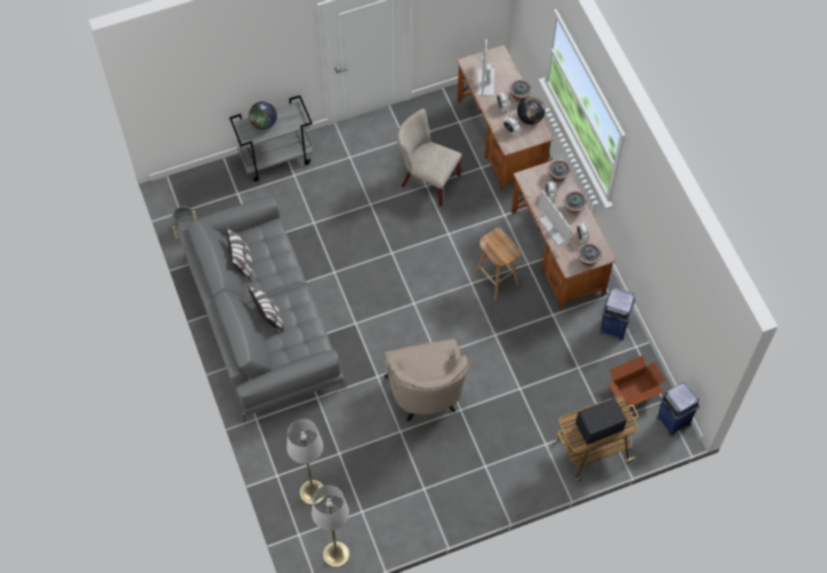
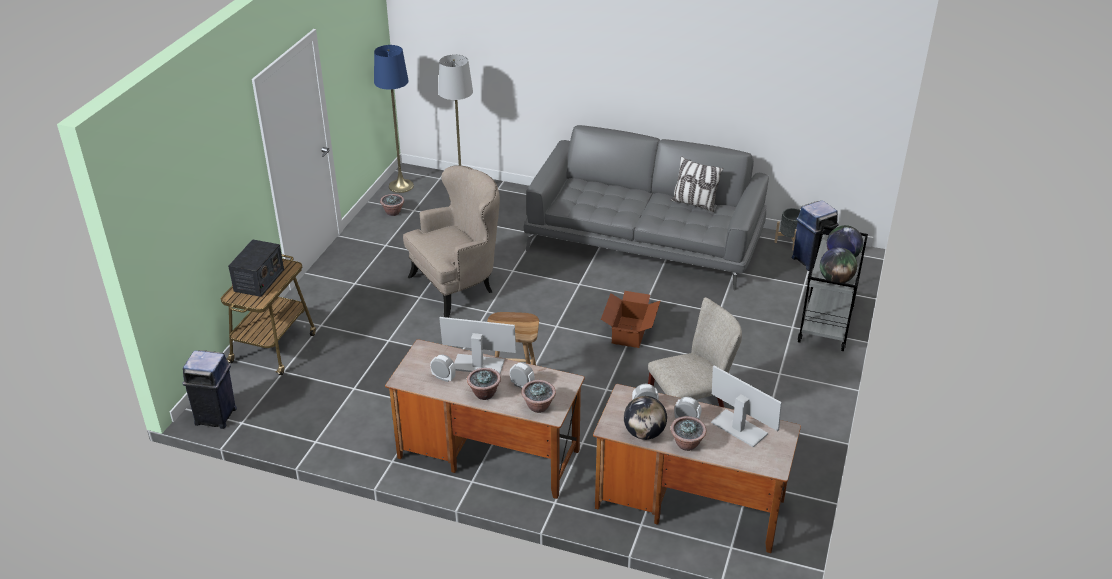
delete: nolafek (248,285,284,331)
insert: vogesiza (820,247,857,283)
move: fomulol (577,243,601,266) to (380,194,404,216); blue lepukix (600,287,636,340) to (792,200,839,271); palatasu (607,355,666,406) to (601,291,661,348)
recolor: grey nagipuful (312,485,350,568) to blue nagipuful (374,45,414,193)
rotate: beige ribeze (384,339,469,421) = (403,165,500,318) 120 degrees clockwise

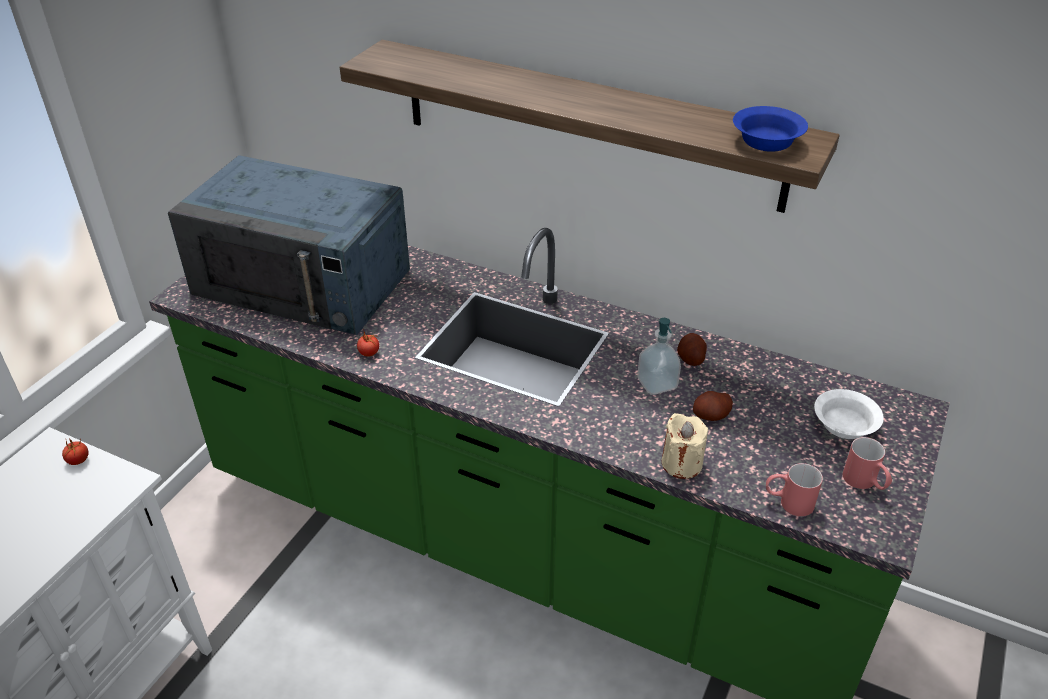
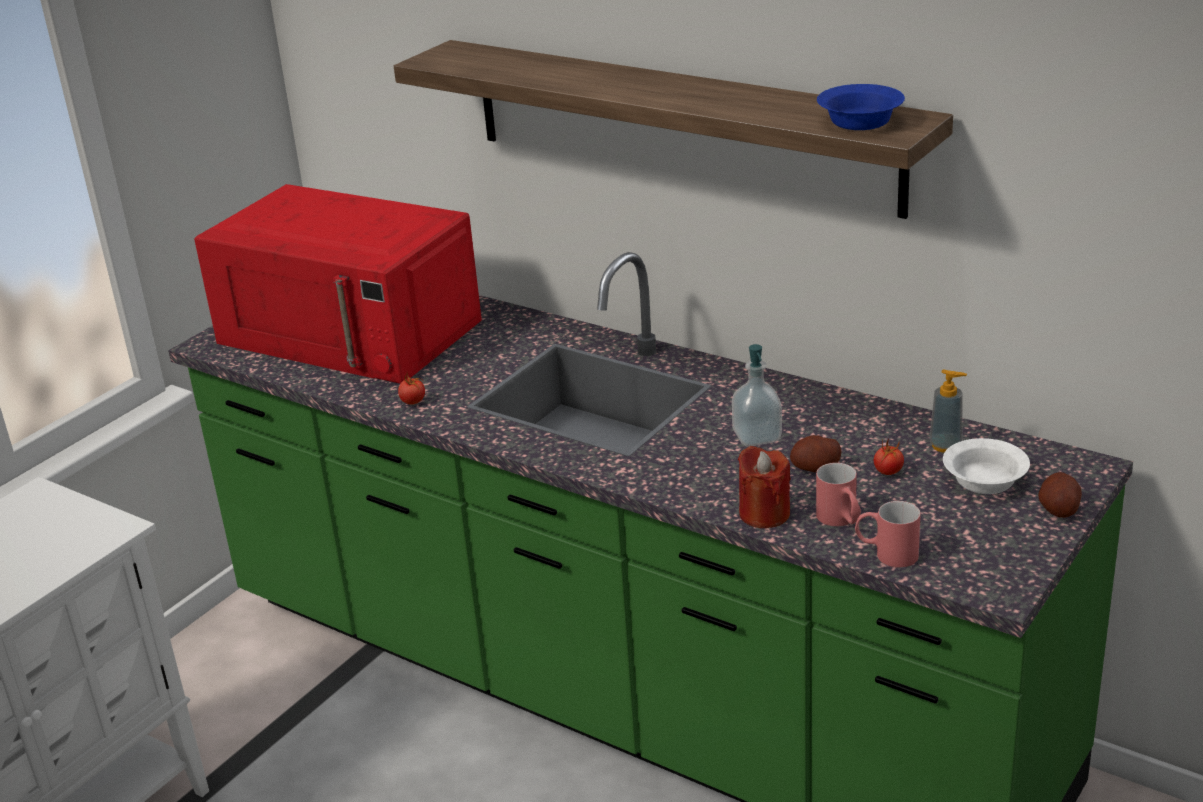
insert: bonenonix (929,370,967,453)
move: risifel (677,333,707,366) to (1038,472,1082,518); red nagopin (843,437,892,490) to (816,463,861,526); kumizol (62,439,89,465) to (874,438,904,475)
recolor: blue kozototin (168,155,410,335) to red kozototin (194,184,482,384); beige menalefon (662,413,708,479) to red menalefon (738,446,791,528)

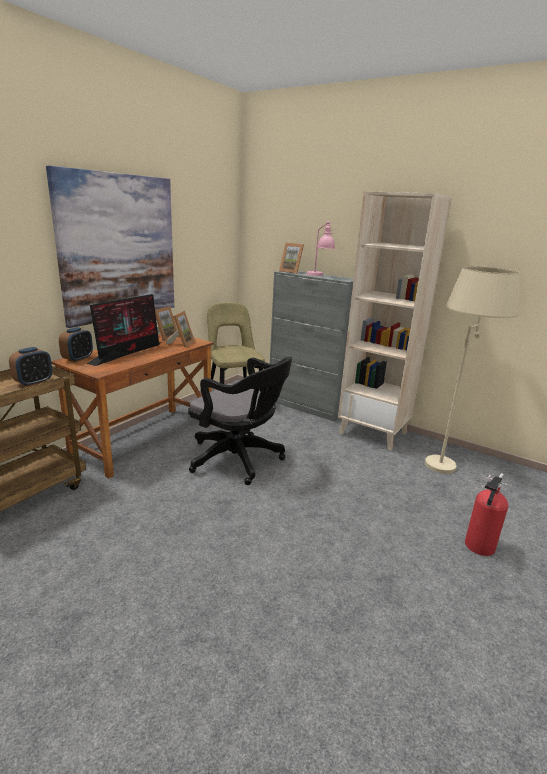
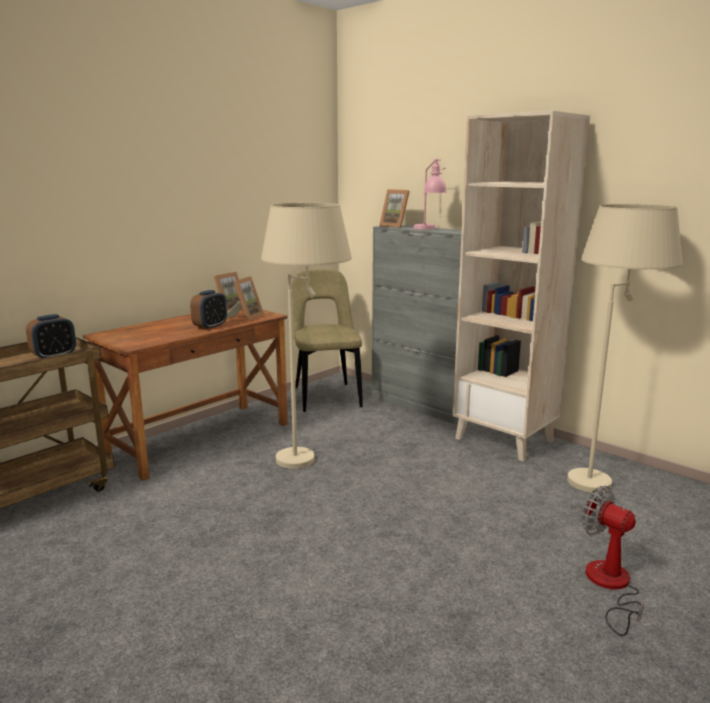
delete: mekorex (46,166,174,328); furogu (87,294,161,366)
move: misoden (59,327,93,362) to (190,290,227,330)
replace: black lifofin (188,357,292,485) to beige nagipuful (261,203,352,469); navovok (465,473,508,556) to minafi (582,486,645,636)

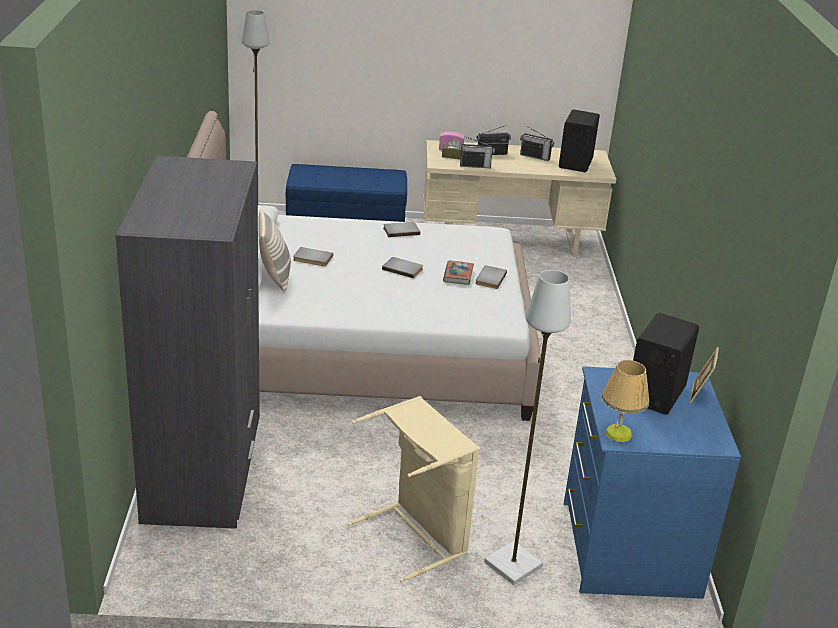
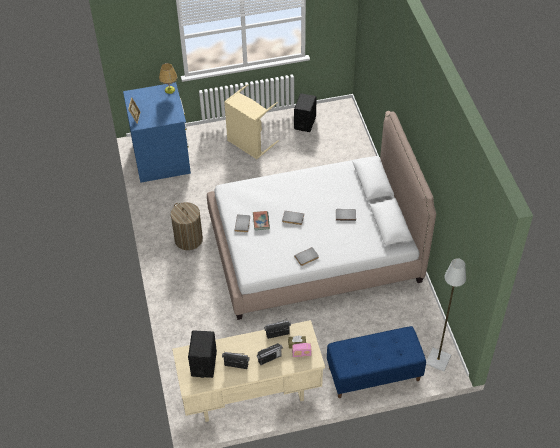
delete: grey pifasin (116,156,260,529); nolafek (258,208,291,293); grey nagipuful (484,270,571,585)
insert: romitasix (171,202,203,250)
move: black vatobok (633,313,699,415) to (294,93,316,132)

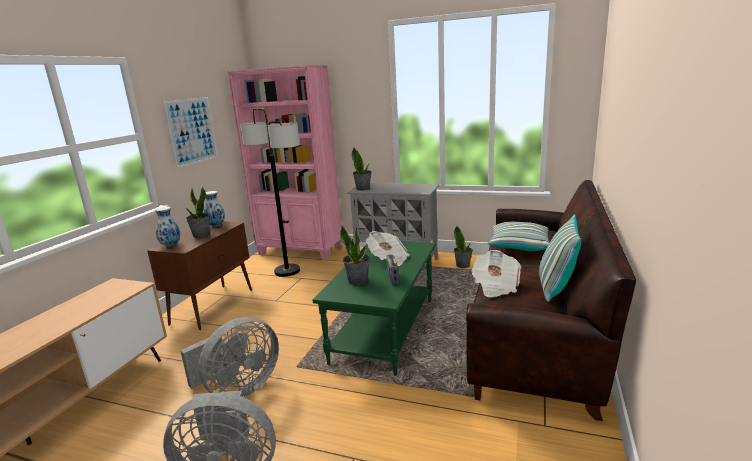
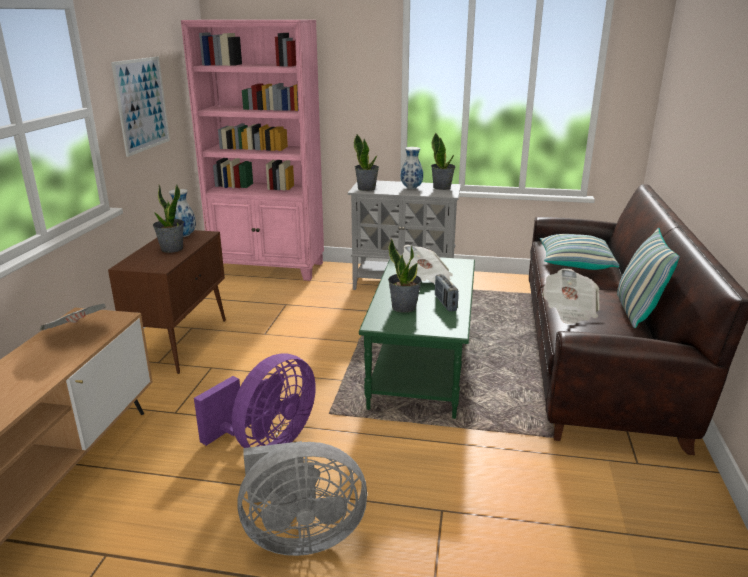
delete: nagipuful (240,108,300,277)
insert: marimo (40,304,106,330)
move: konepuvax (155,207,180,246) to (401,147,423,189); fomulol (454,226,473,268) to (431,133,456,190)
recolor: grey minafi (180,317,279,397) to purple minafi (194,354,316,448)

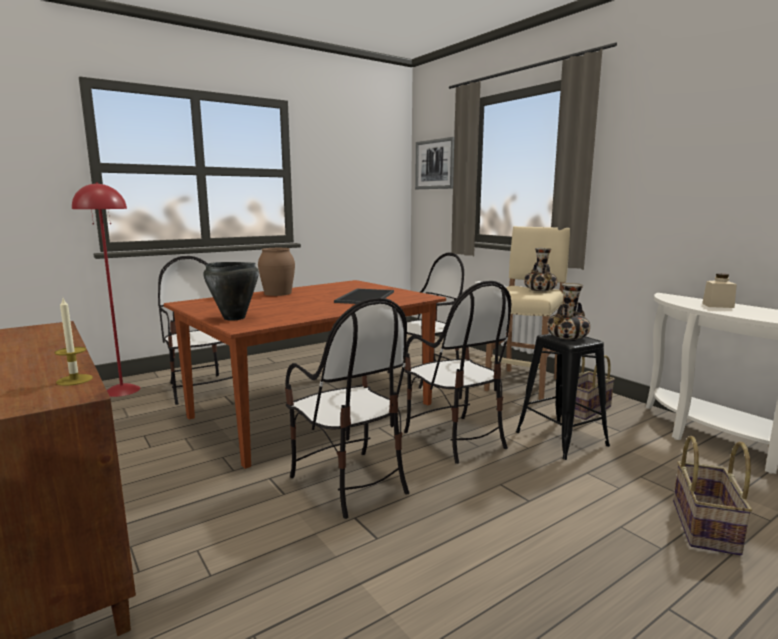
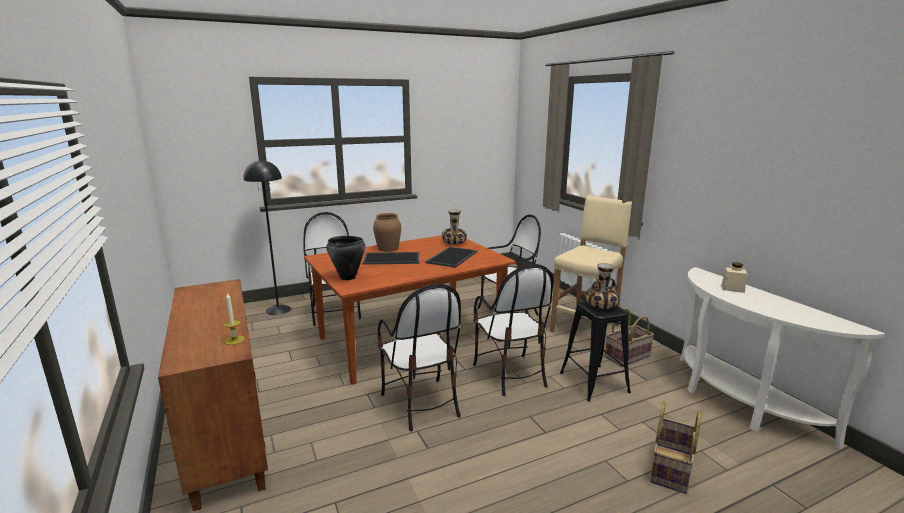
delete: mekorex (415,137,454,189)
insert: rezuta (363,252,419,265)
move: konepuvax (524,248,557,291) to (442,210,467,245)
recolor: red nagipuful (72,182,140,397) to black nagipuful (243,160,291,315)

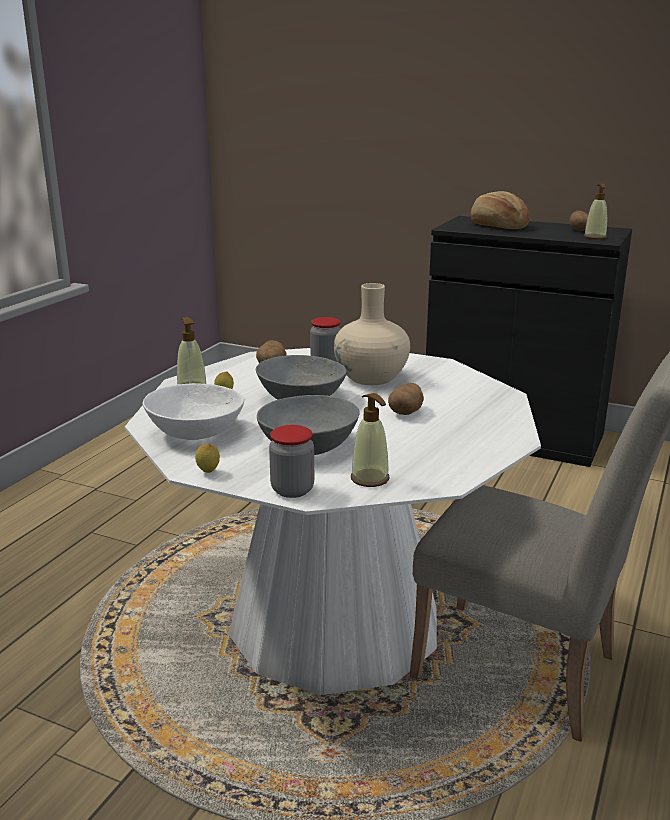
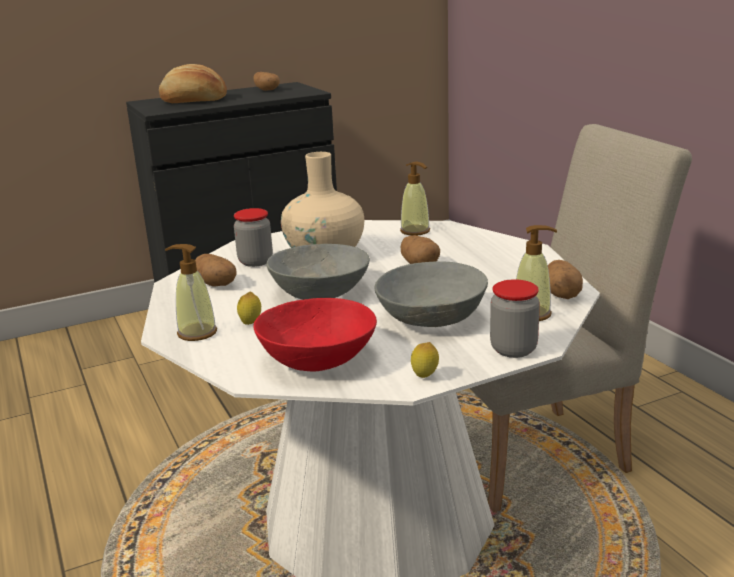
insert: risifel (548,260,583,299)
move: bonenonix (584,184,607,239) to (400,162,430,236)
recolor: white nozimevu (143,383,244,440) to red nozimevu (253,298,377,371)

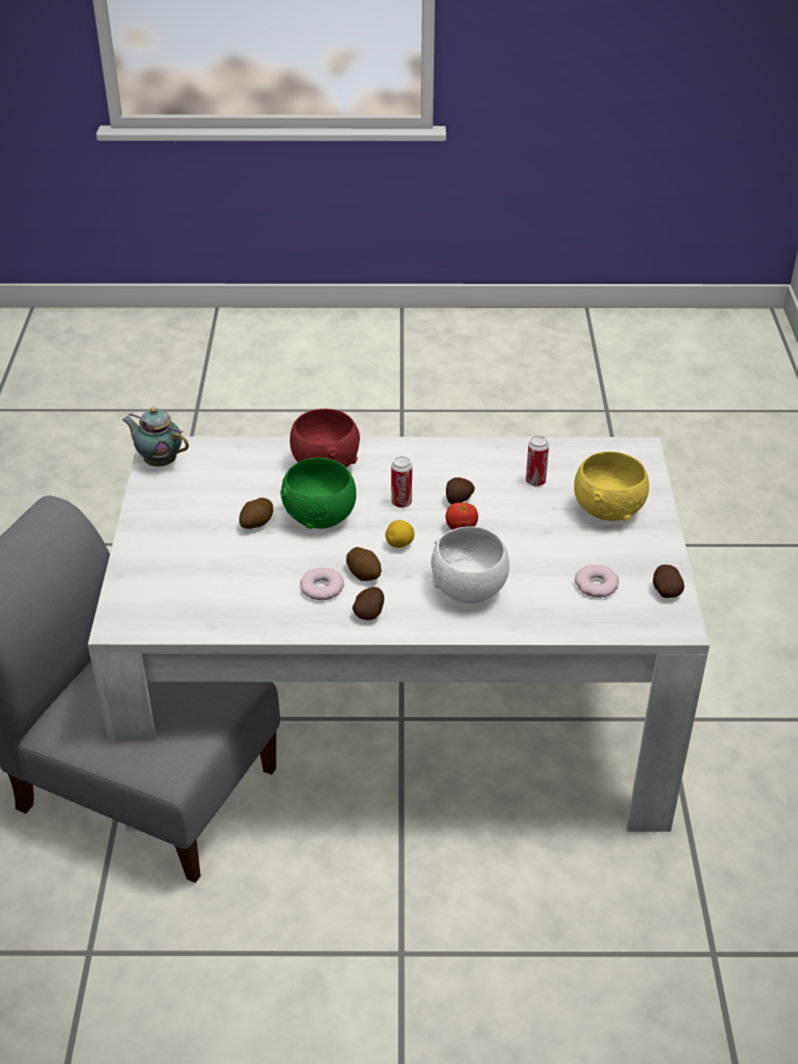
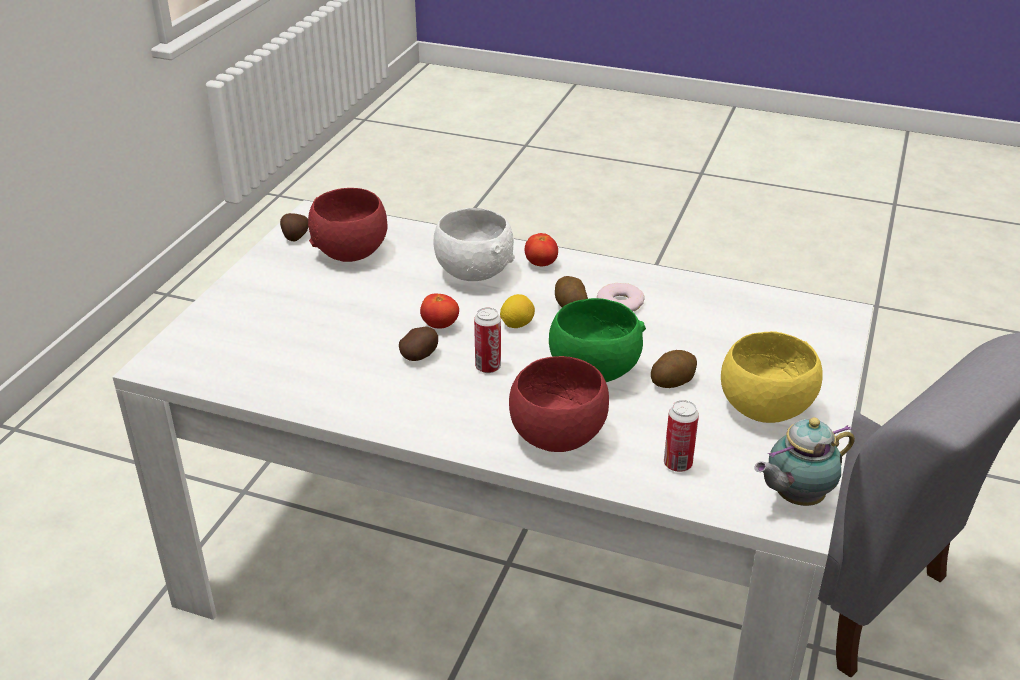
delete: risifel (352,587,384,620)
insert: kumizol (525,233,558,266)
move: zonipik (526,436,549,486) to (664,400,699,472); yellow nozimevu (574,451,649,521) to (721,331,823,423)
replace: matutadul (575,565,619,597) to red nozimevu (308,188,388,262)
rotate: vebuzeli (122,407,189,466) = (755,418,855,506) 105 degrees clockwise

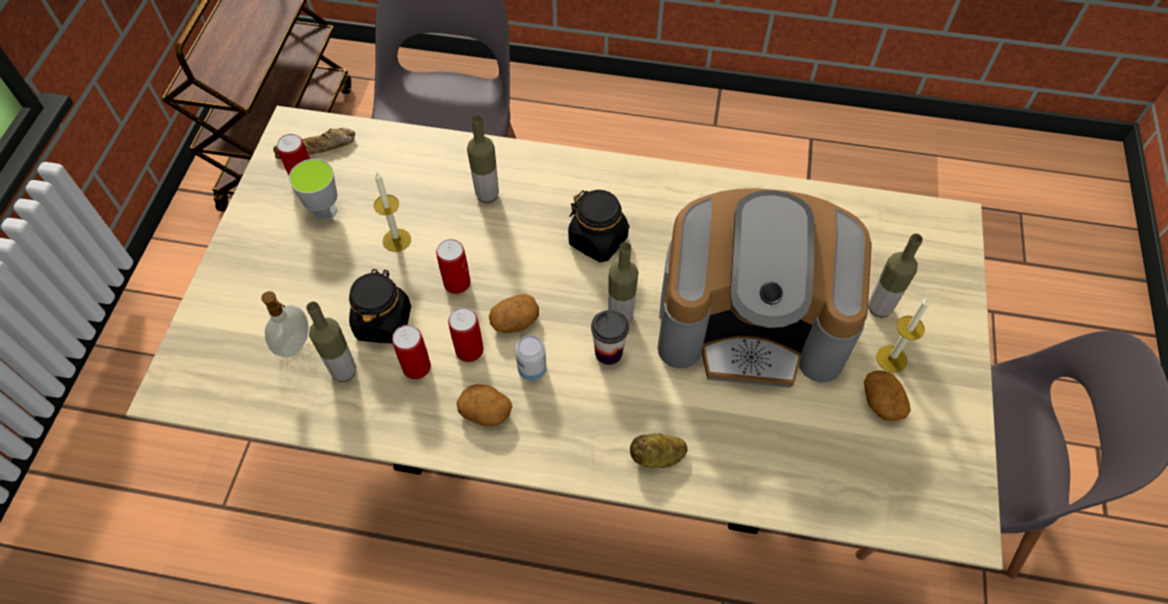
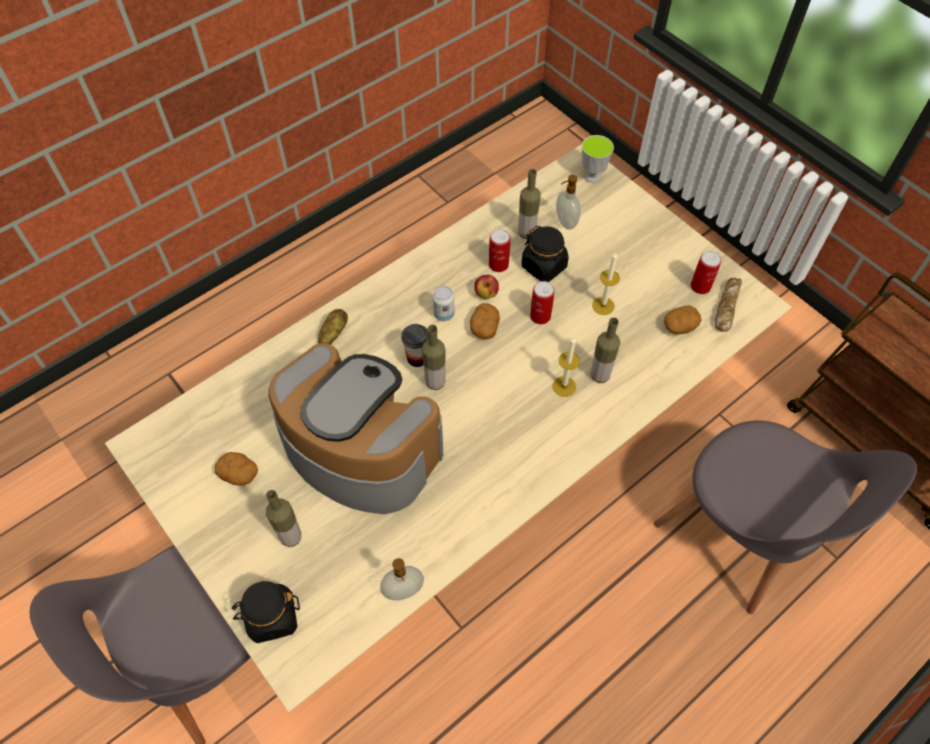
insert: bonenonix (380,558,424,600)
move: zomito (289,159,338,221) to (582,135,614,183); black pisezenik (568,190,630,262) to (232,581,300,643); menalefon (876,298,930,373) to (553,337,580,397); risifel (457,384,512,426) to (664,305,701,334)
replace: zonipik (448,307,483,362) to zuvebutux (474,275,499,299)
rotate: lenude (658,188,872,388) = (269,343,443,514) 75 degrees clockwise

